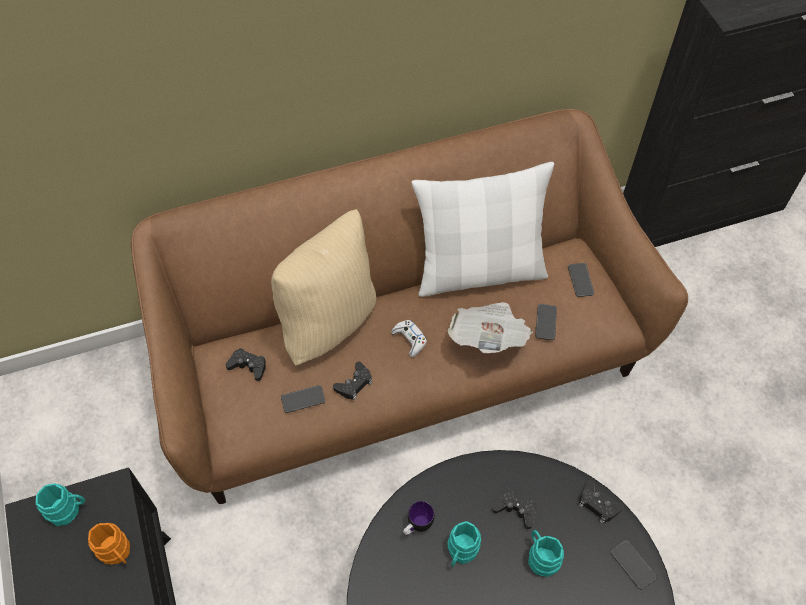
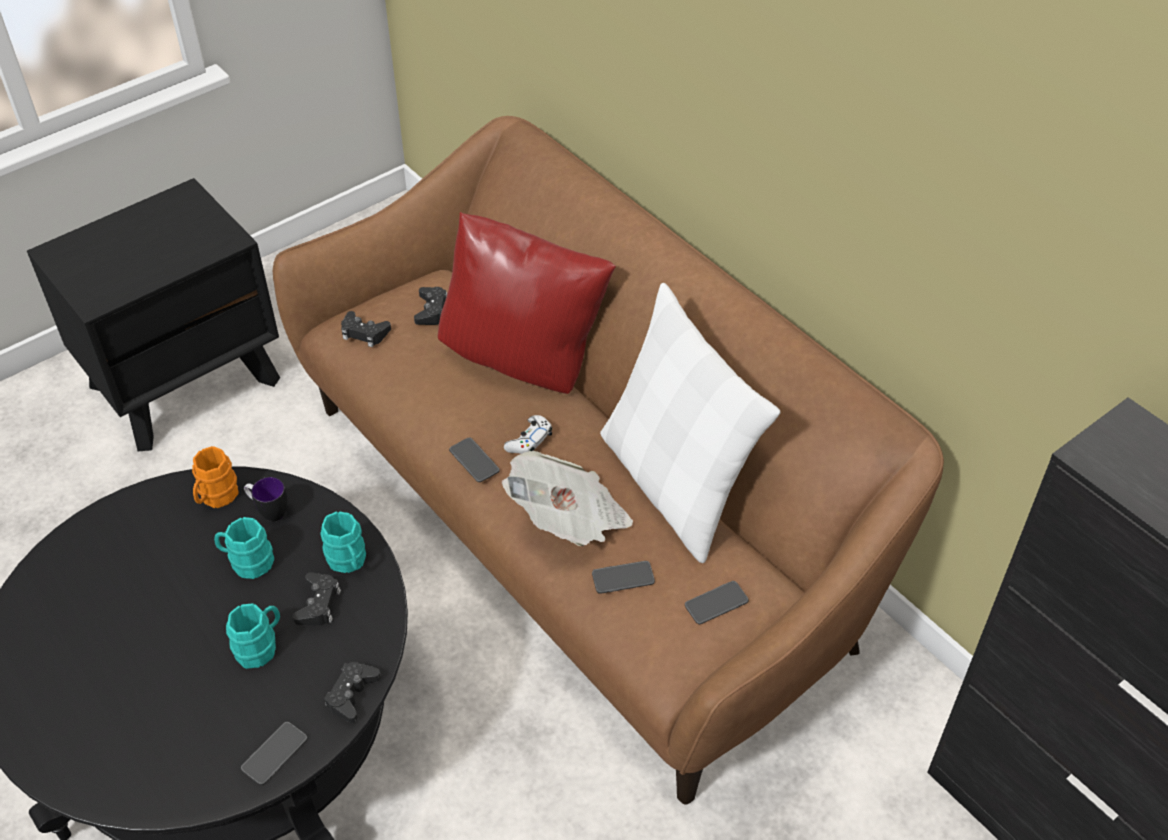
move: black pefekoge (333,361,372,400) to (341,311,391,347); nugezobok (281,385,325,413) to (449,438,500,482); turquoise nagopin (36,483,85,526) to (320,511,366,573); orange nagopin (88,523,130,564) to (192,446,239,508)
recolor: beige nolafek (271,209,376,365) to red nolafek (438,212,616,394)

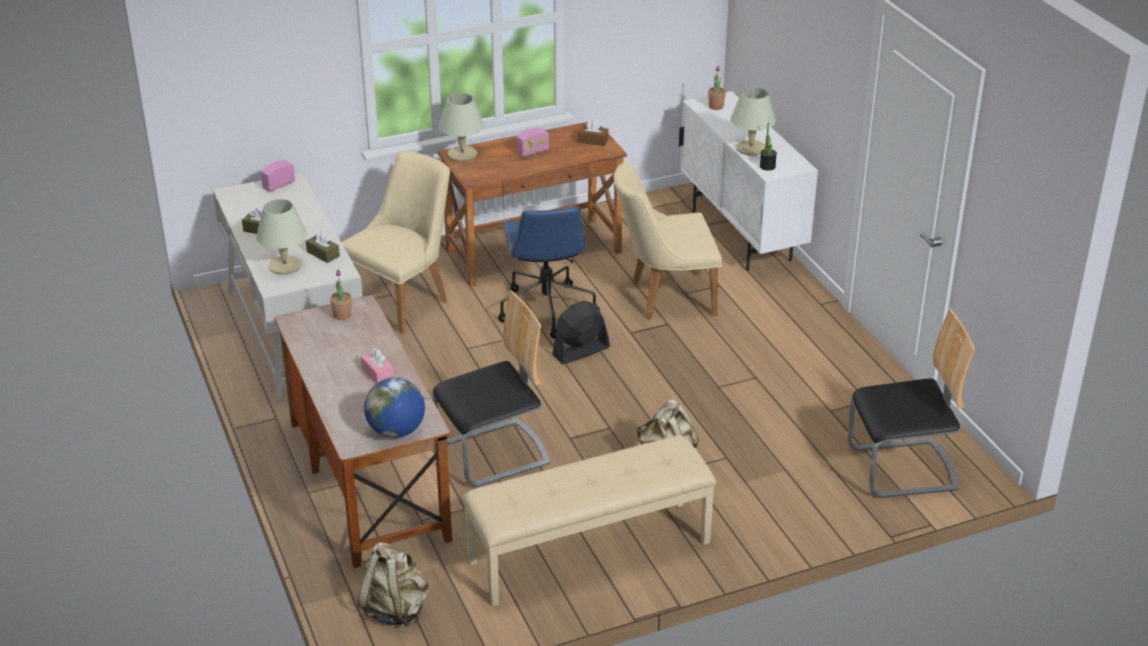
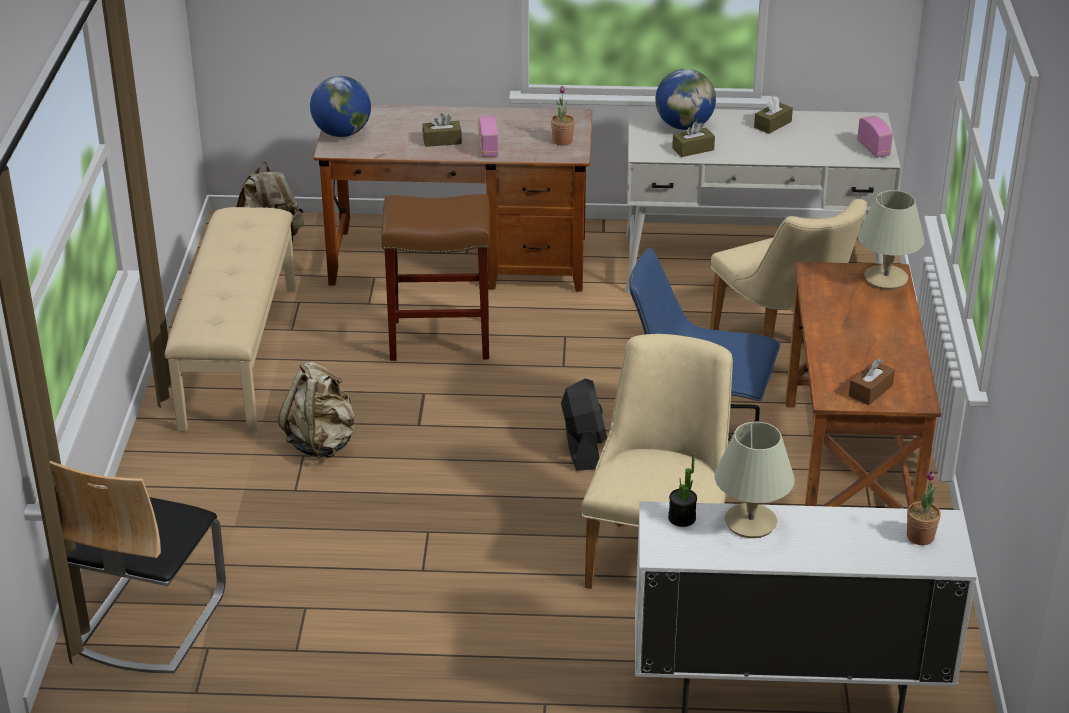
move: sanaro (517,128,549,157) to (478,116,499,157)
replace: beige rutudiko (256,199,307,275) to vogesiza (655,69,716,130); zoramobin (432,290,550,487) to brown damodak (382,194,490,361)
recolor: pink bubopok (361,348,394,384) to brown bubopok (422,113,462,147)

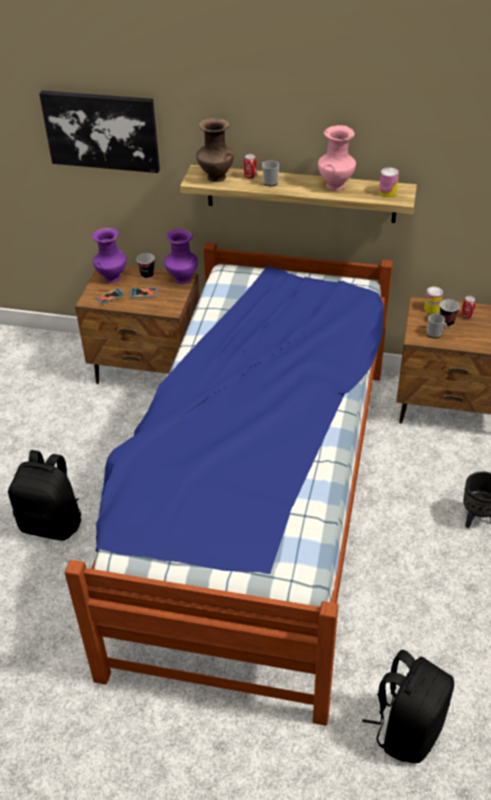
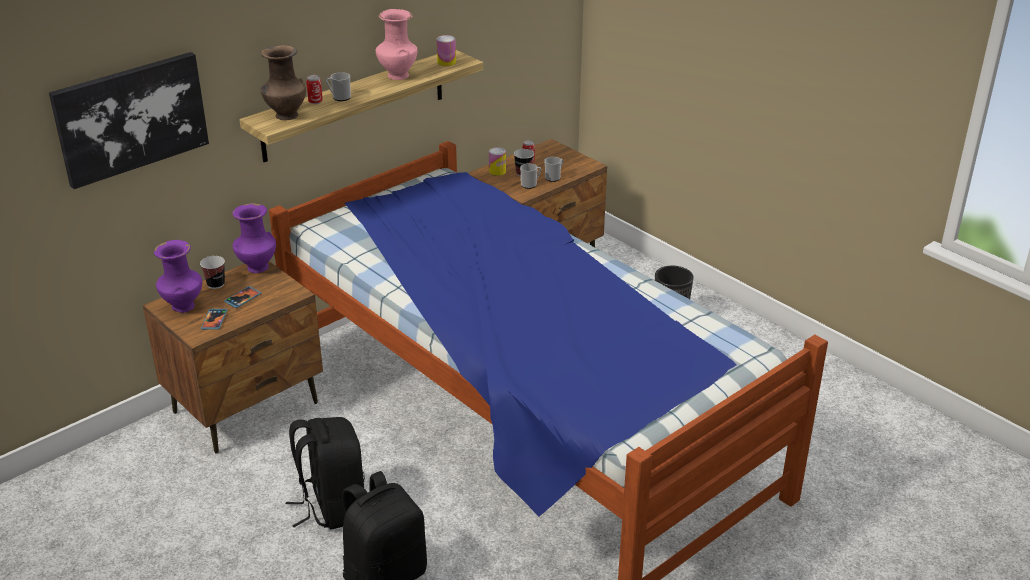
insert: nagopin (545,157,563,182)
move: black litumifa (362,650,454,763) to (286,417,365,529)

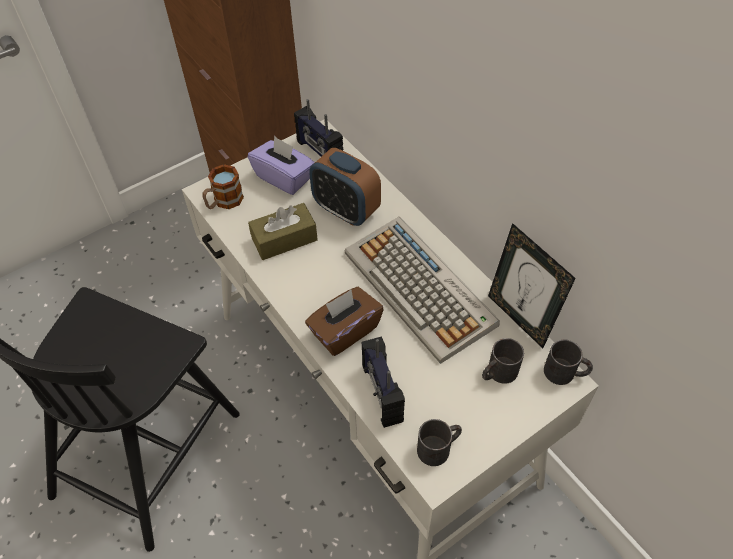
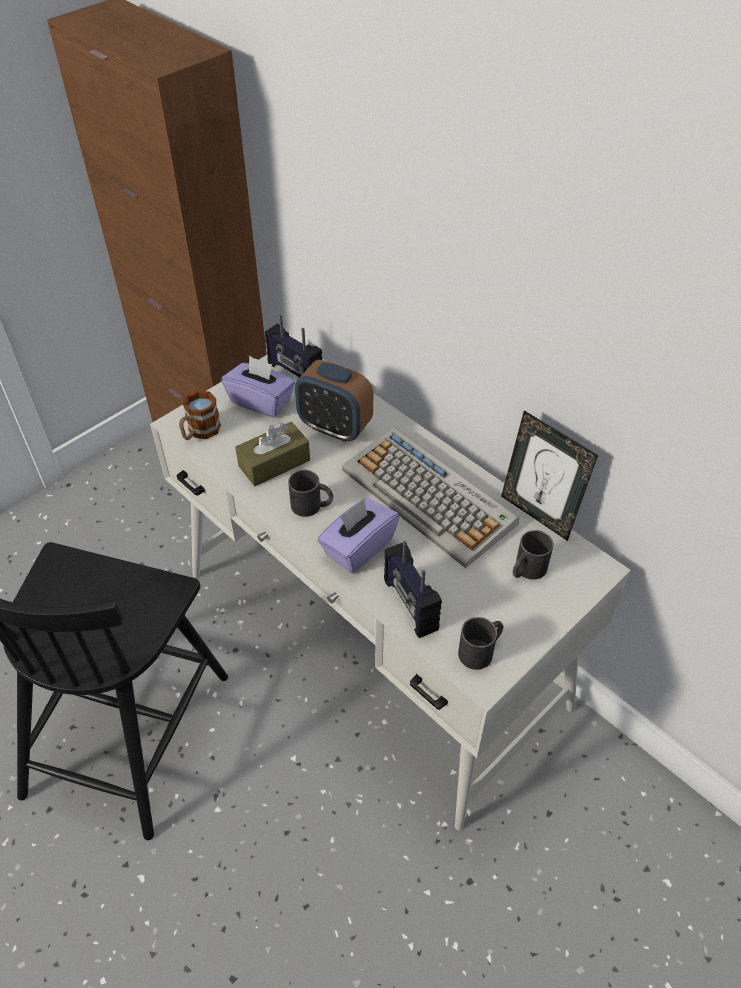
move: black nagopin (544,340,593,385) to (288,470,333,517)
recolor: brown bubopok (305,287,384,356) to purple bubopok (317,498,399,573)

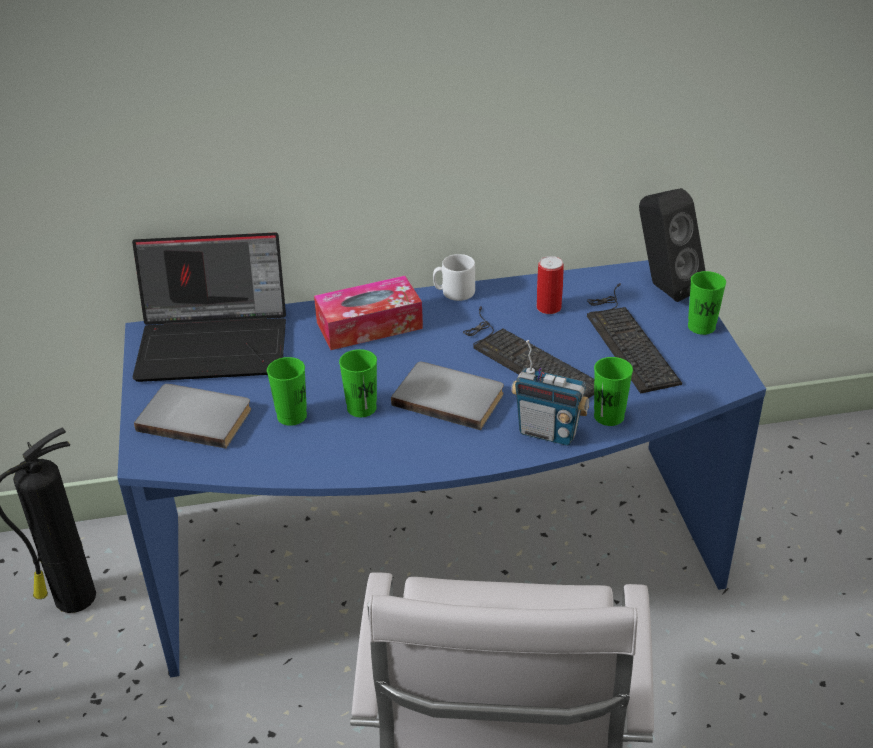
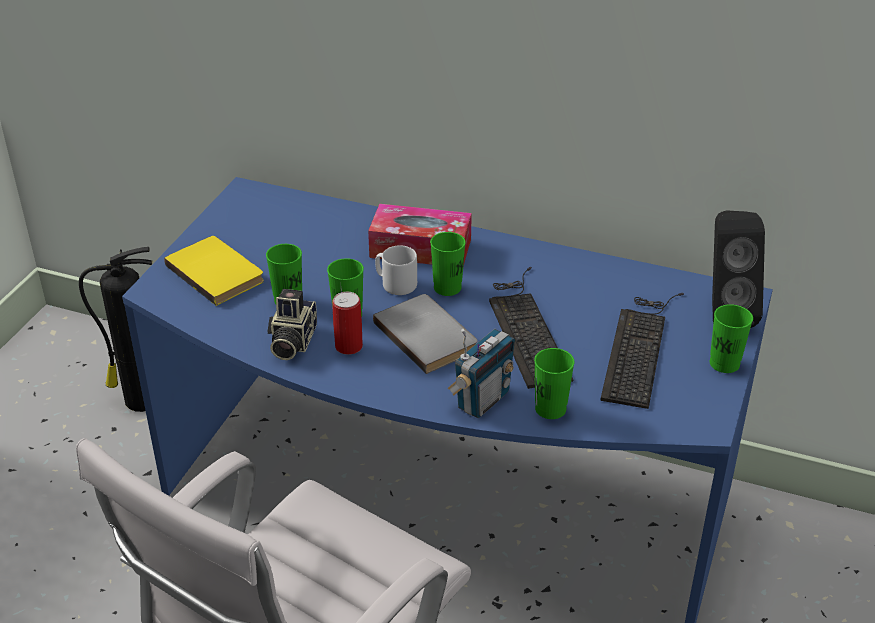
delete: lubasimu (132,232,286,382)
insert: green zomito (430,232,466,296); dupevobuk (267,289,317,360)
move: grey nagopin (433,254,475,301) to (375,245,417,295); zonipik (537,256,564,314) to (332,292,363,355)
recolor: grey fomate (134,384,251,449) to yellow fomate (164,236,264,306)
rotate: sanaro (511,340,590,446) = (448,329,515,418) 105 degrees counterclockwise

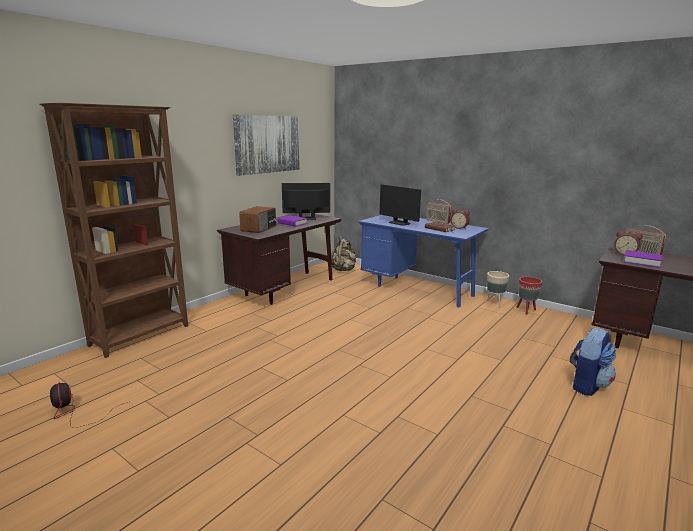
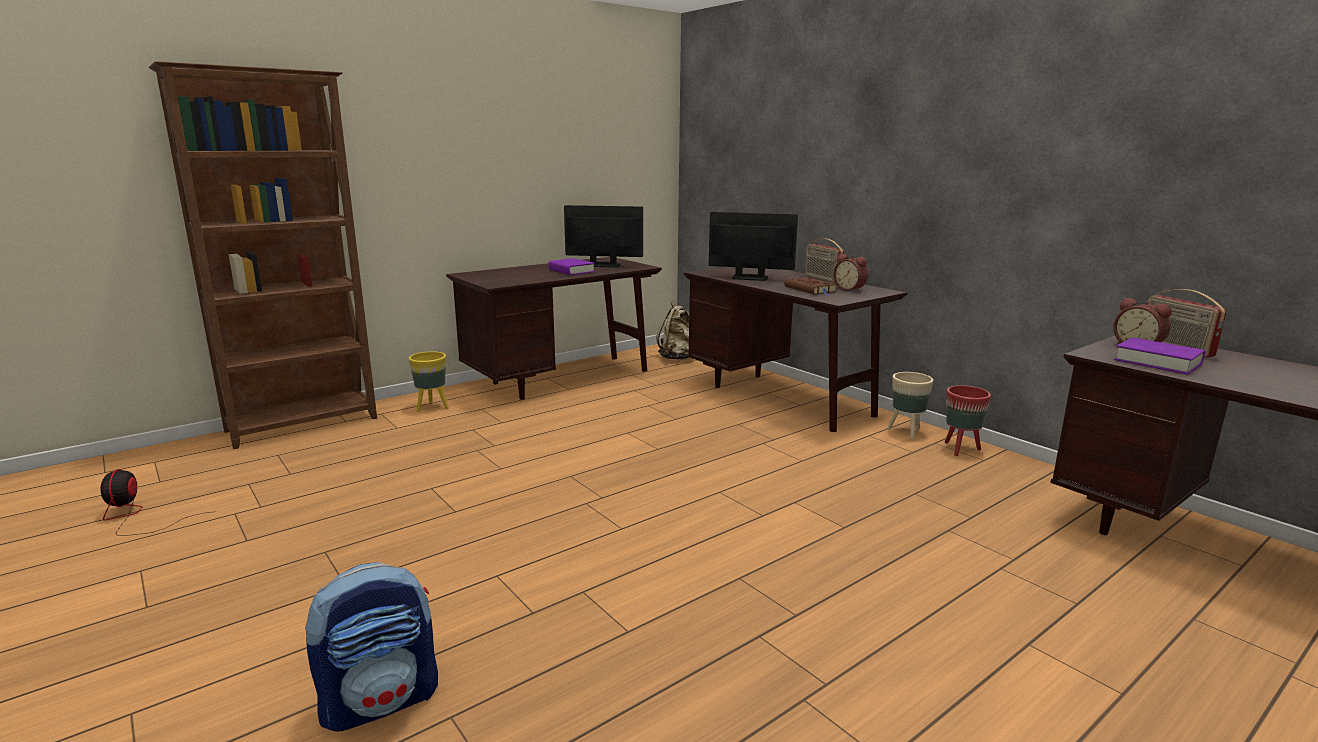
delete: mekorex (233,115,300,176); sanaro (239,206,276,233)
insert: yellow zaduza (409,351,449,412)
move: litumifa (570,327,616,396) to (305,562,438,732)
recolor: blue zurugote (358,215,489,307) to brown zurugote (684,267,907,432)
rotate: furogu (380,184,421,226) = (709,212,798,281) 135 degrees clockwise

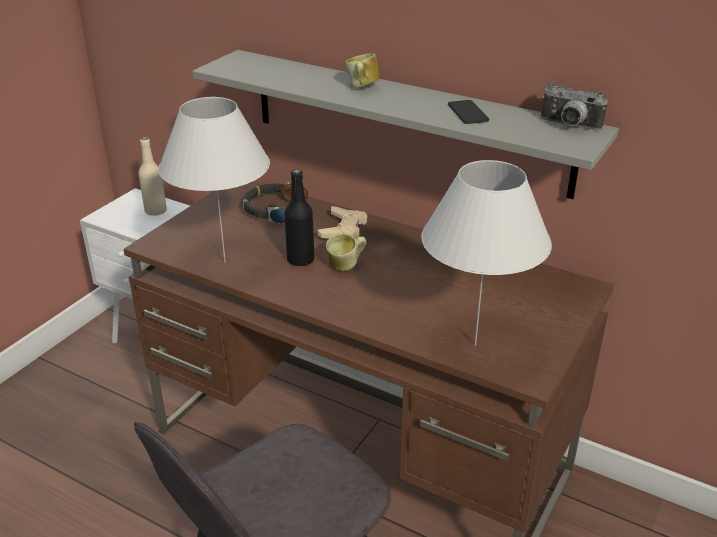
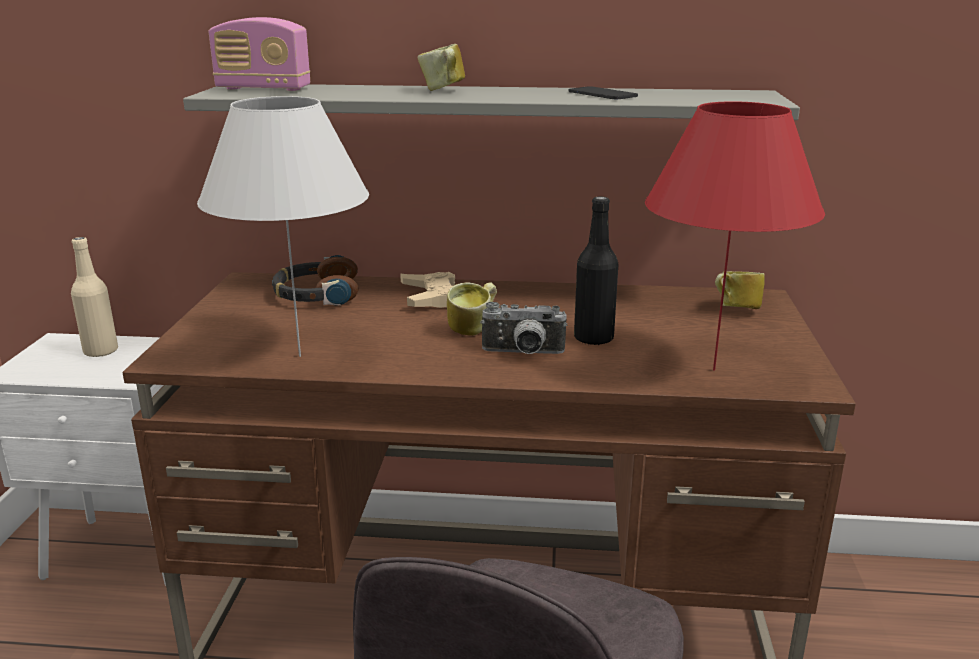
insert: sanaro (209,17,310,91); nagopin (715,271,765,309)
move: dupevobuk (541,83,608,130) to (481,302,568,354); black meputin (284,169,314,266) to (574,197,618,346)
recolor: white rutudiko (421,160,552,346) to red rutudiko (645,101,825,371)

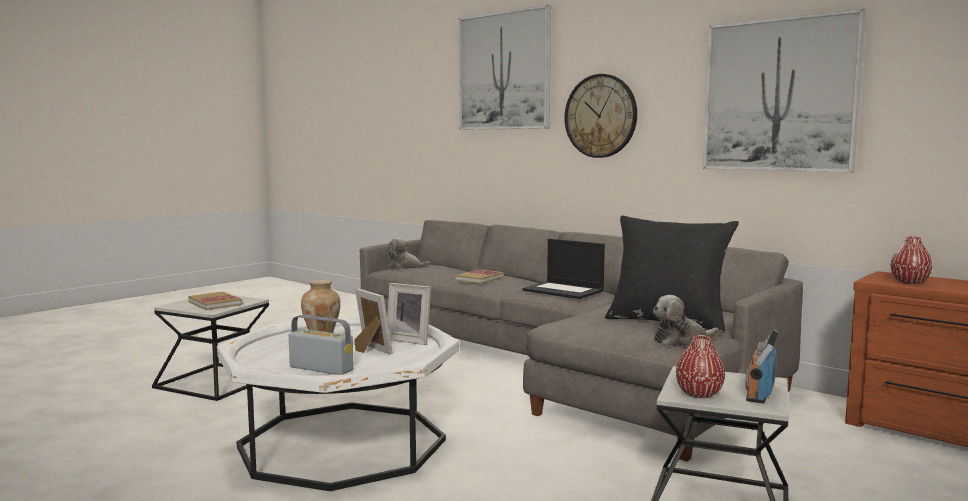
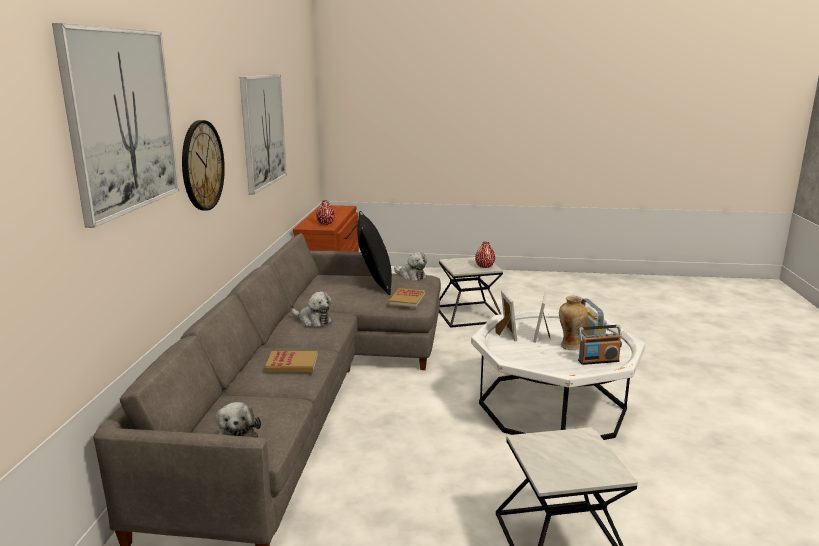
move: fomate (188,292,242,310) to (388,288,425,308); sanaro (745,329,778,403) to (578,325,622,365)
replace: lubasimu (522,239,605,299) to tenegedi (292,291,332,327)

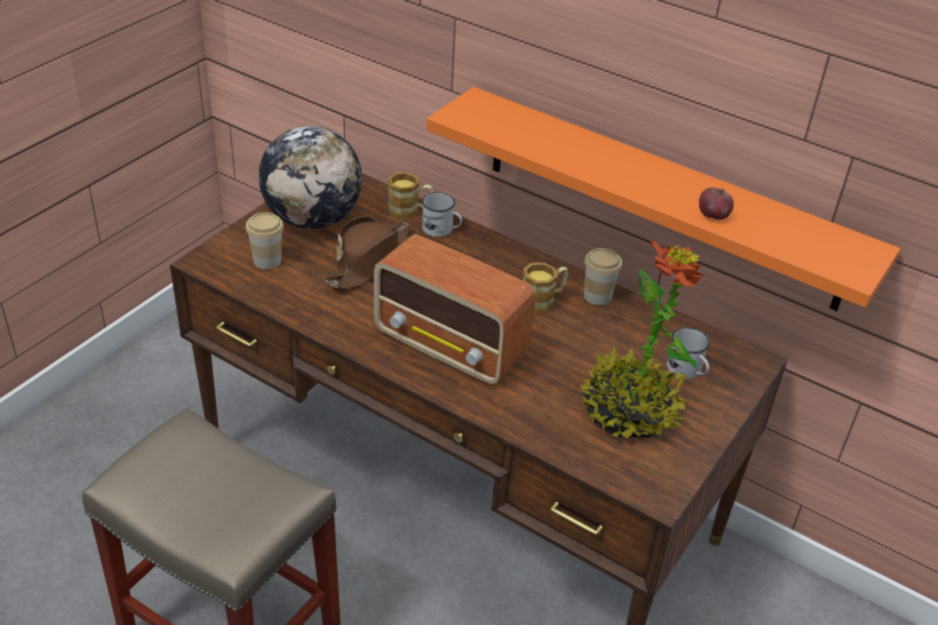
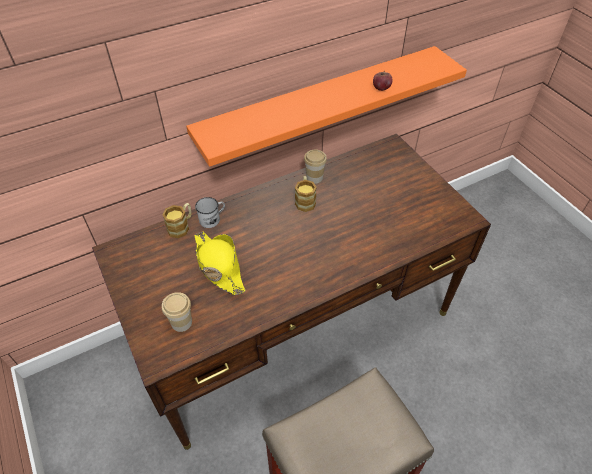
delete: vogesiza (259,126,362,229); sanaro (374,234,535,384); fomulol (580,240,704,438); white nagopin (667,327,710,379)
recolor: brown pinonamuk (324,216,411,288) to yellow pinonamuk (194,231,246,295)

